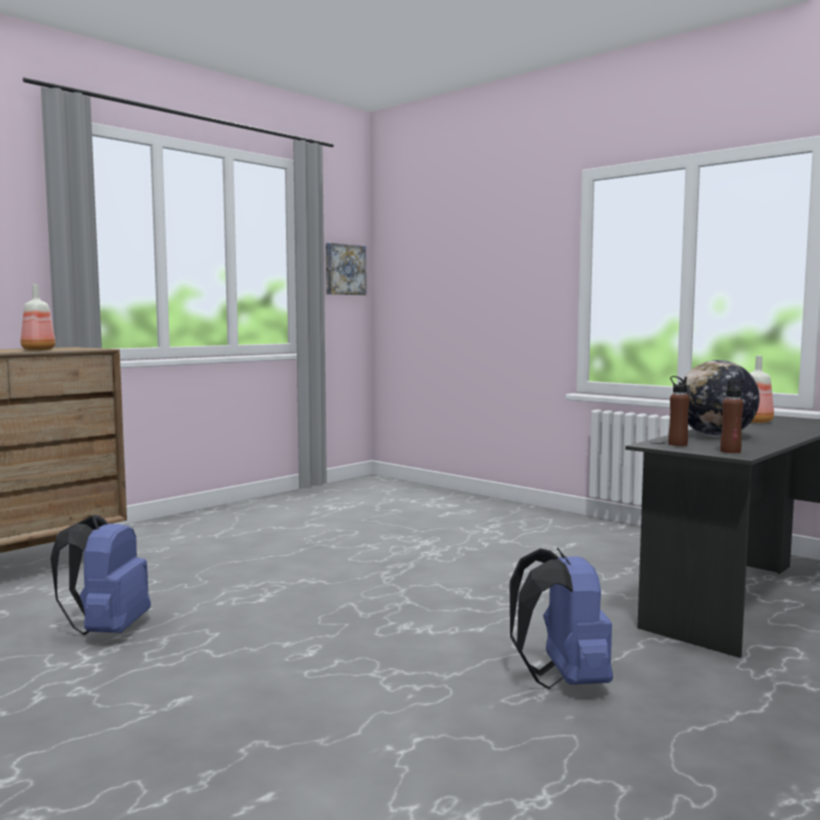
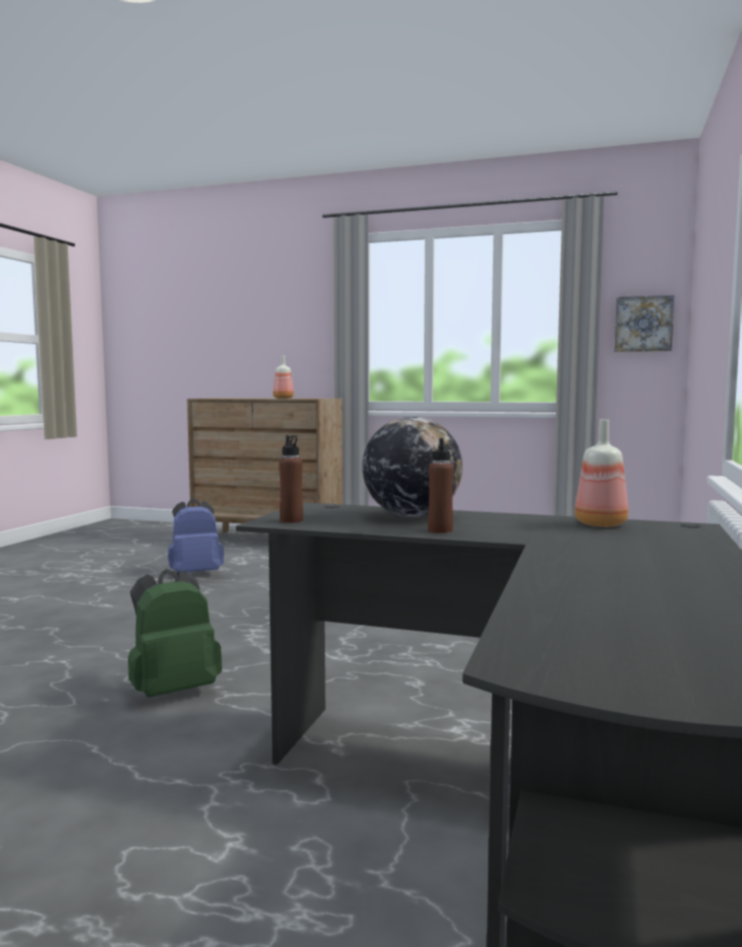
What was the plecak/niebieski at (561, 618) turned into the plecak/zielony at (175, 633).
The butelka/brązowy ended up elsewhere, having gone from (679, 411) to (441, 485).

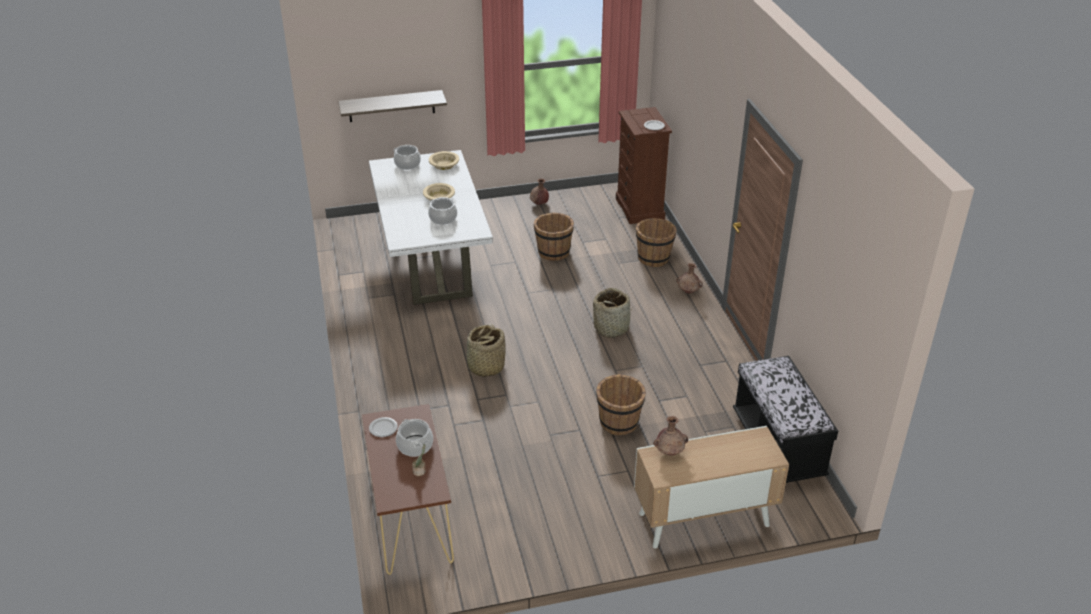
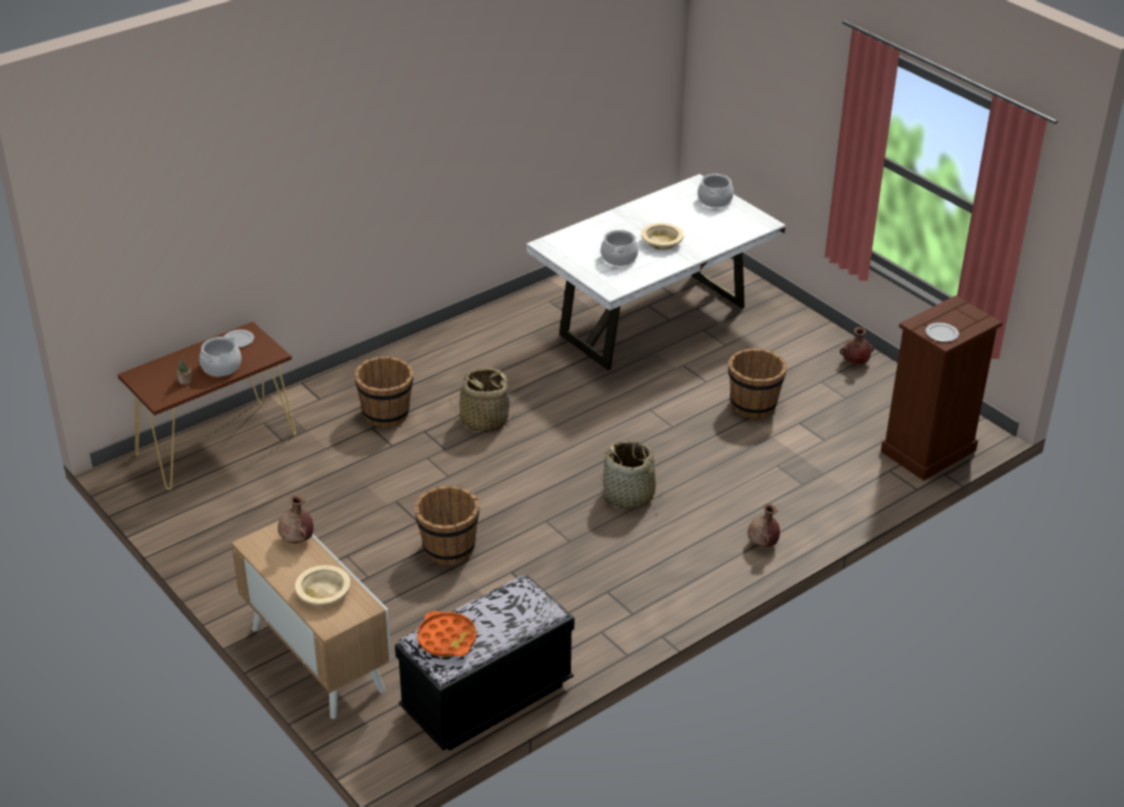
The miska/beżowy ended up elsewhere, having gone from (444, 160) to (323, 585).
The wiadro/brązowy ended up elsewhere, having gone from (656, 242) to (384, 391).
The second view gained the taca/pomarańczowy at (447, 634).
The second view lost the półka at (392, 106).

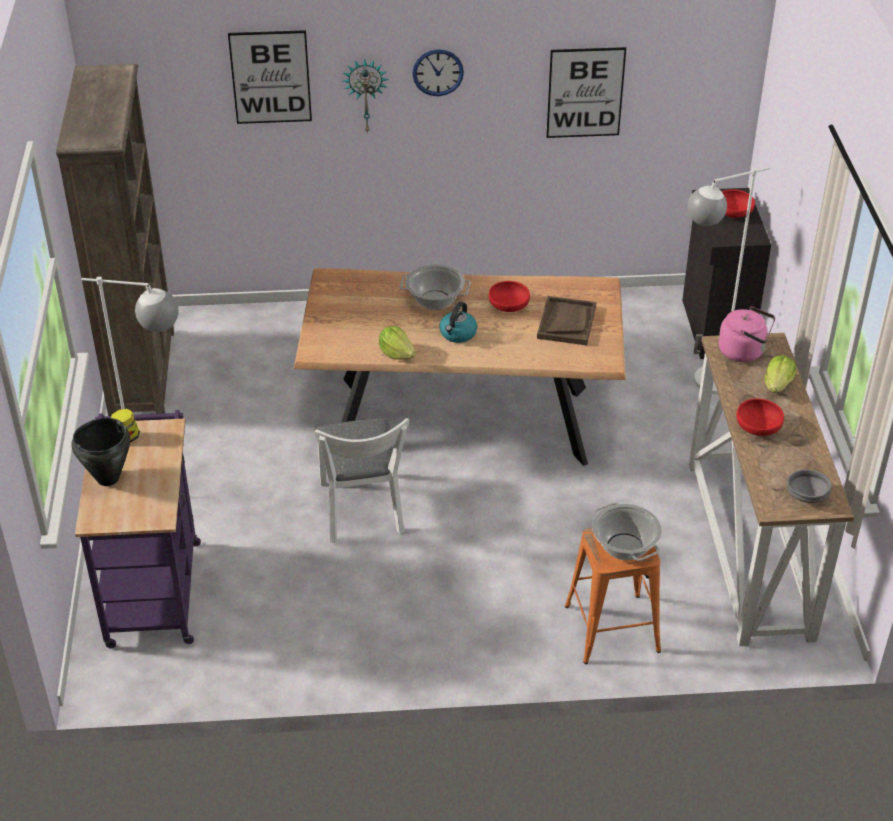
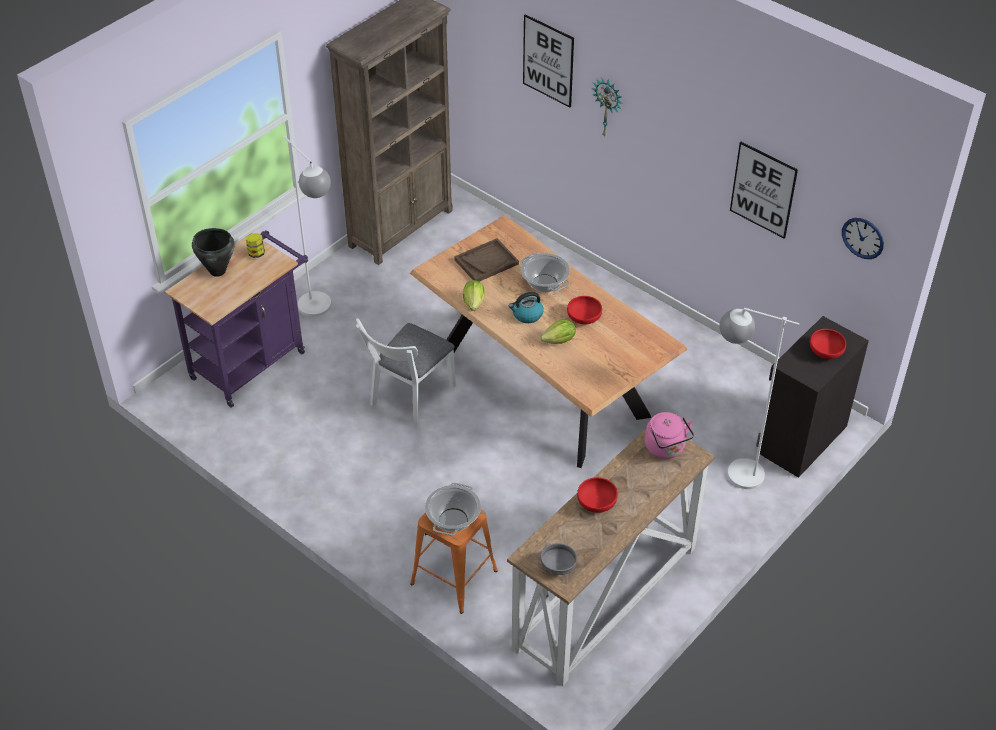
The taca/brązowy ended up elsewhere, having gone from (566, 320) to (486, 260).
The sałata ended up elsewhere, having gone from (780, 374) to (558, 331).
The zegar ścienny ended up elsewhere, having gone from (438, 72) to (863, 238).

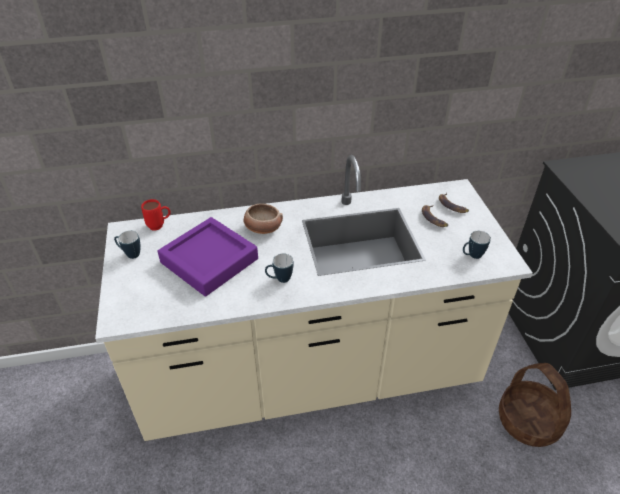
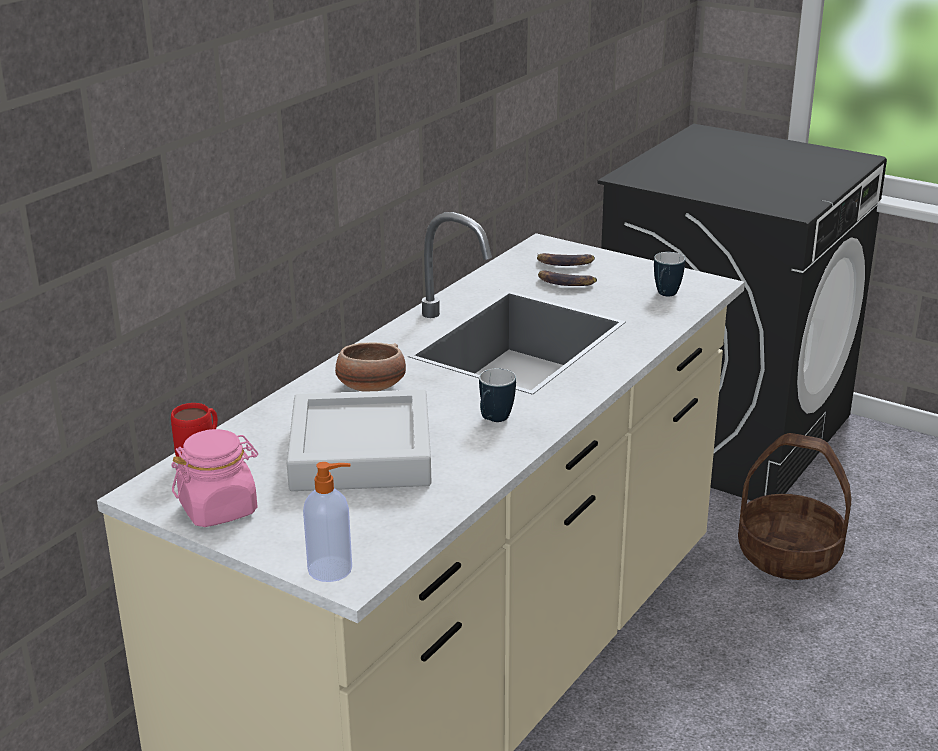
Where the kubek stood at (127, 244), the słoik/różowy came to stand at (214, 478).
What was the taca/fioletowy at (207, 257) turned into the taca/szary at (359, 440).
The second view gained the dozownik mydła at (327, 522).

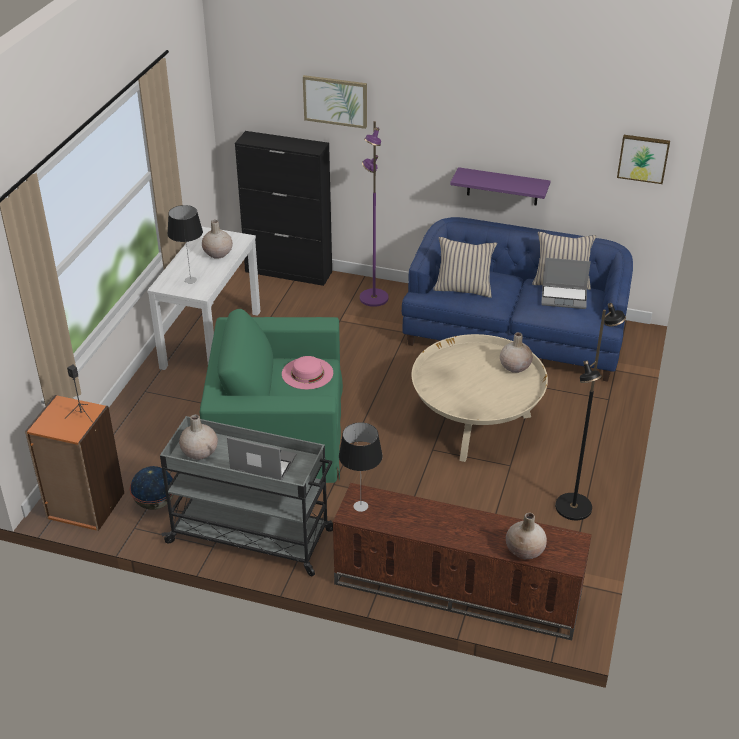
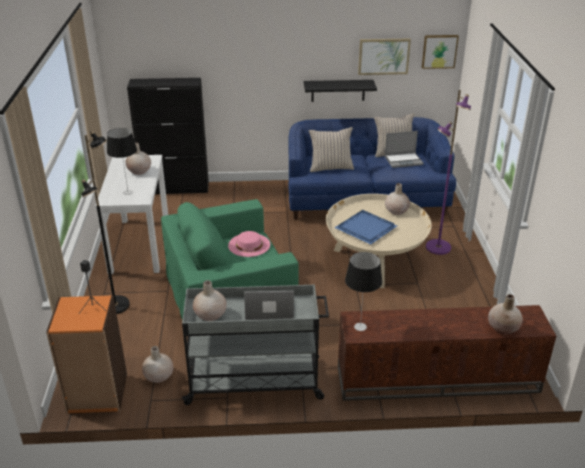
The lampa stojąca/czarny ended up elsewhere, having gone from (590, 411) to (105, 222).
Where the globus stood at (151, 488), the wazon/beżowy came to stand at (157, 364).
What was the półka/fioletowy at (500, 186) turned into the półka/czarny at (340, 91).
The second view gained the taca/niebieski at (366, 227).
The obraz ended up elsewhere, having gone from (335, 102) to (384, 56).
The lampa stojąca/fioletowy ended up elsewhere, having gone from (374, 214) to (448, 172).

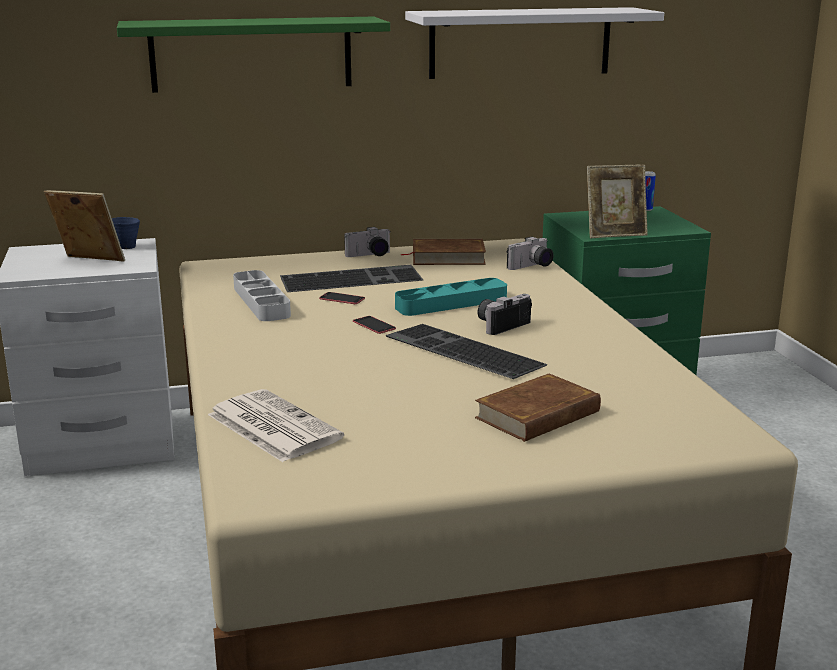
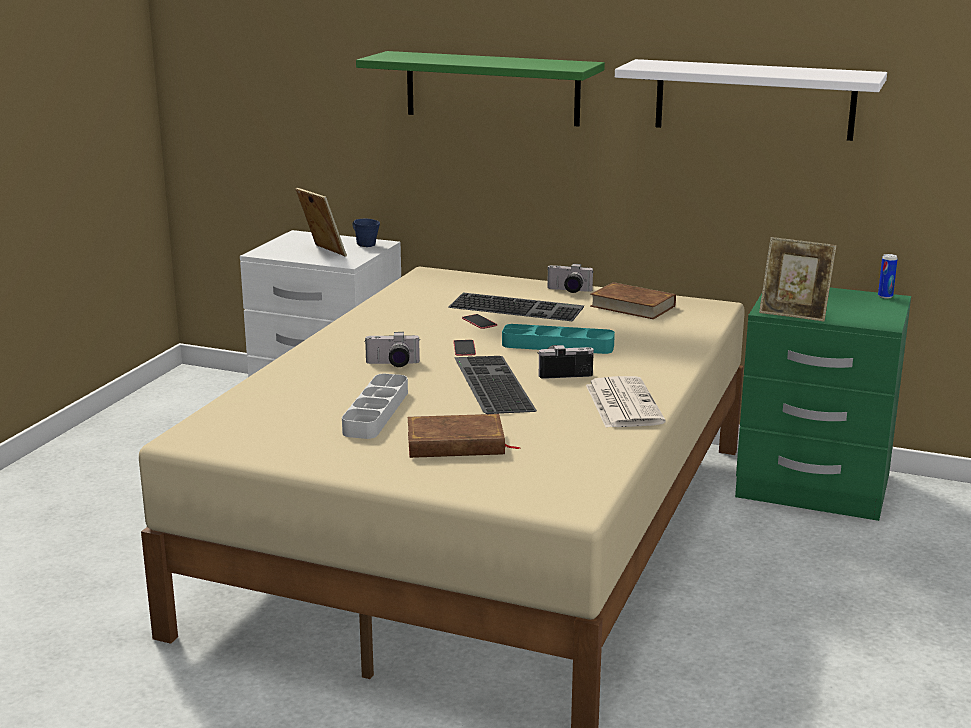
The taca/szary ended up elsewhere, having gone from (262, 295) to (375, 406).
The aparat fotograficzny ended up elsewhere, having gone from (530, 253) to (392, 349).
The gazeta ended up elsewhere, having gone from (276, 425) to (626, 402).

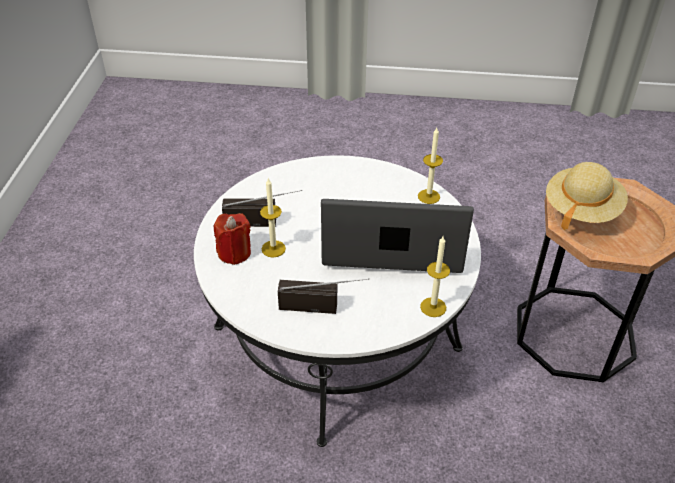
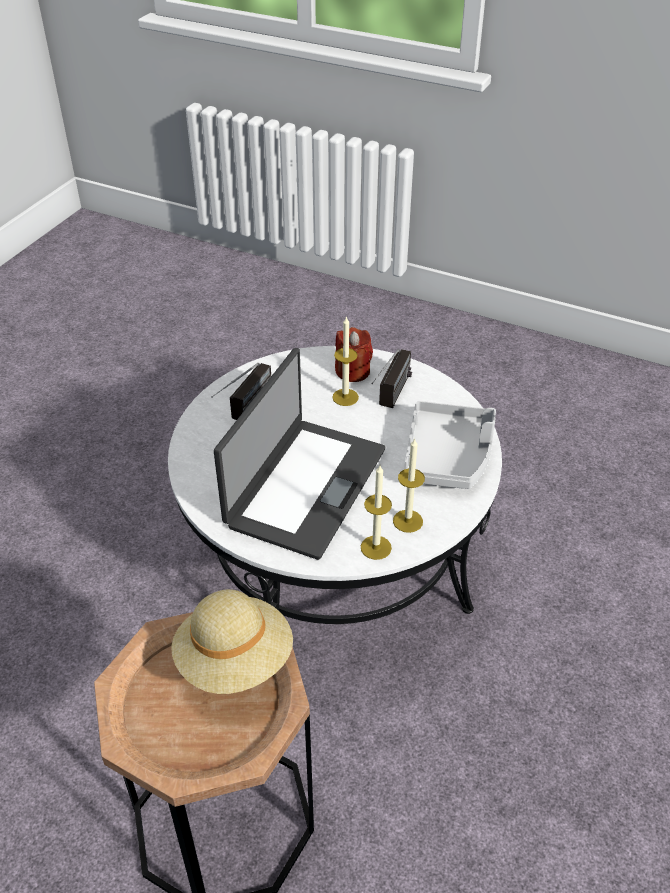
The świeca ended up elsewhere, having gone from (435, 276) to (409, 485).
The second view gained the taca/szary at (450, 445).

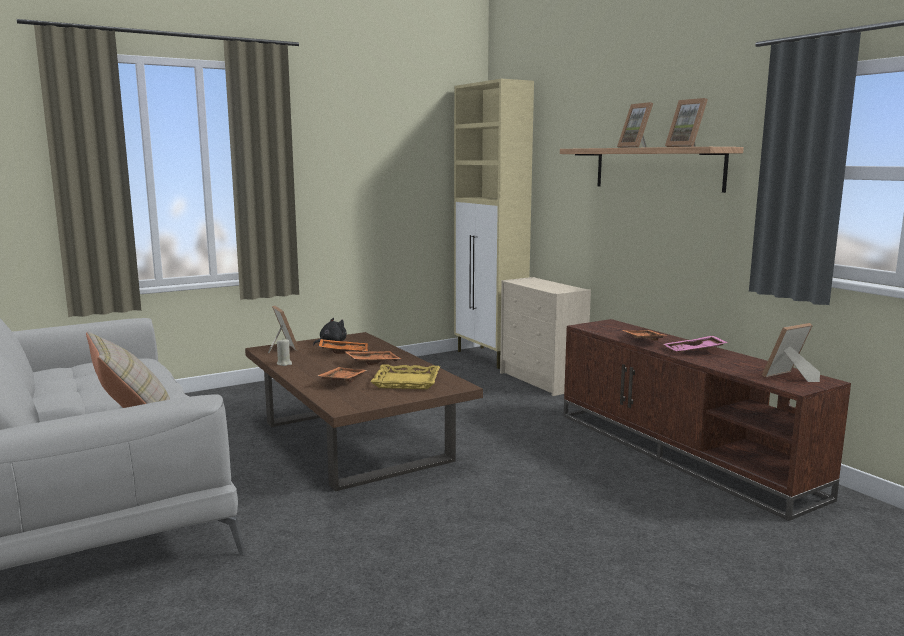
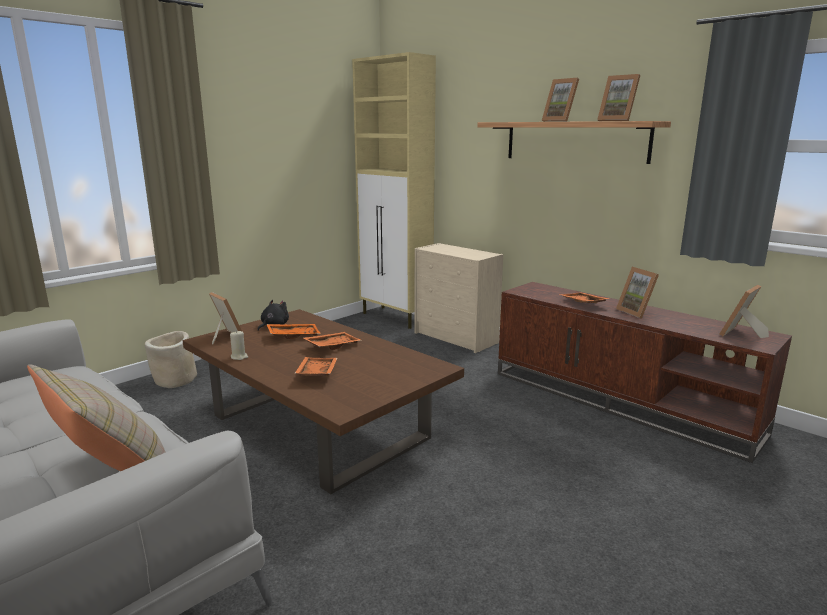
The second view gained the donica/beżowy at (170, 359).
Where the taca/różowy stood at (695, 343), the ramka na zdjęcie came to stand at (637, 293).
The second view lost the taca/żółty at (405, 376).

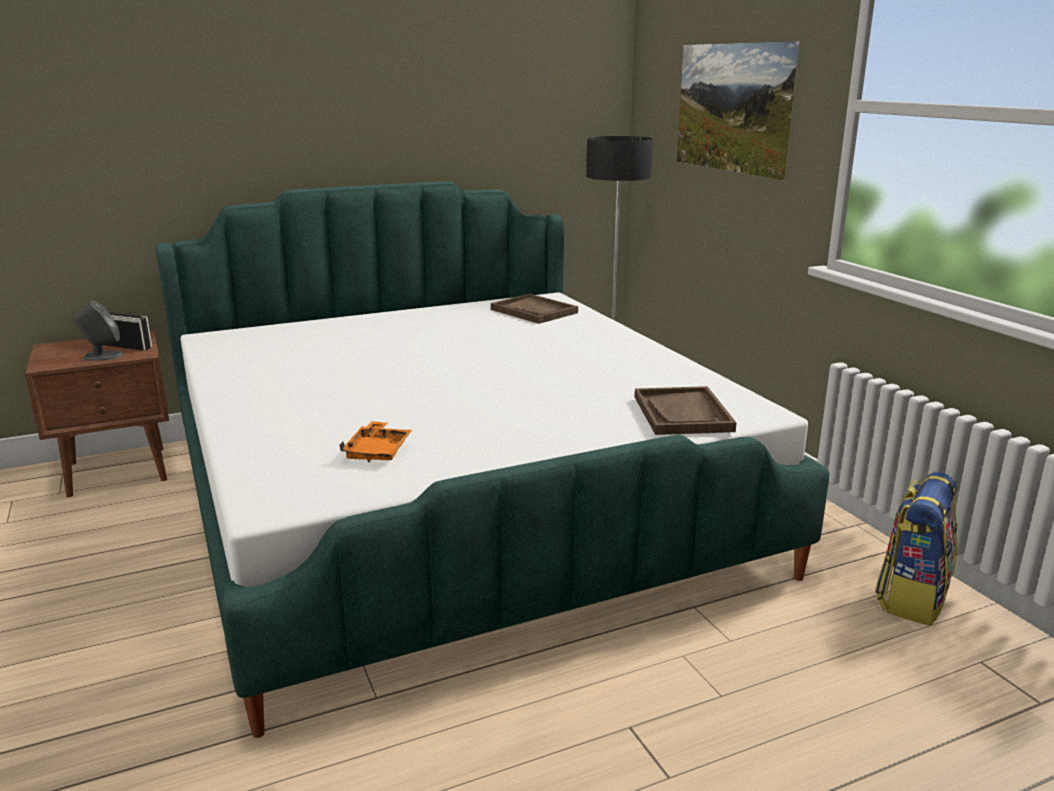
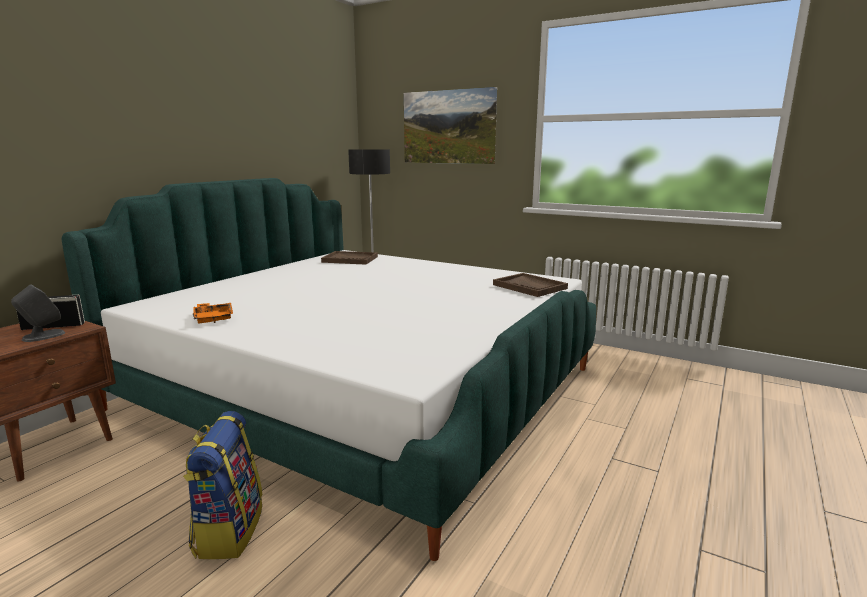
The plecak ended up elsewhere, having gone from (916, 549) to (222, 485).
The taca/pomarańczowy ended up elsewhere, having gone from (375, 441) to (213, 313).

